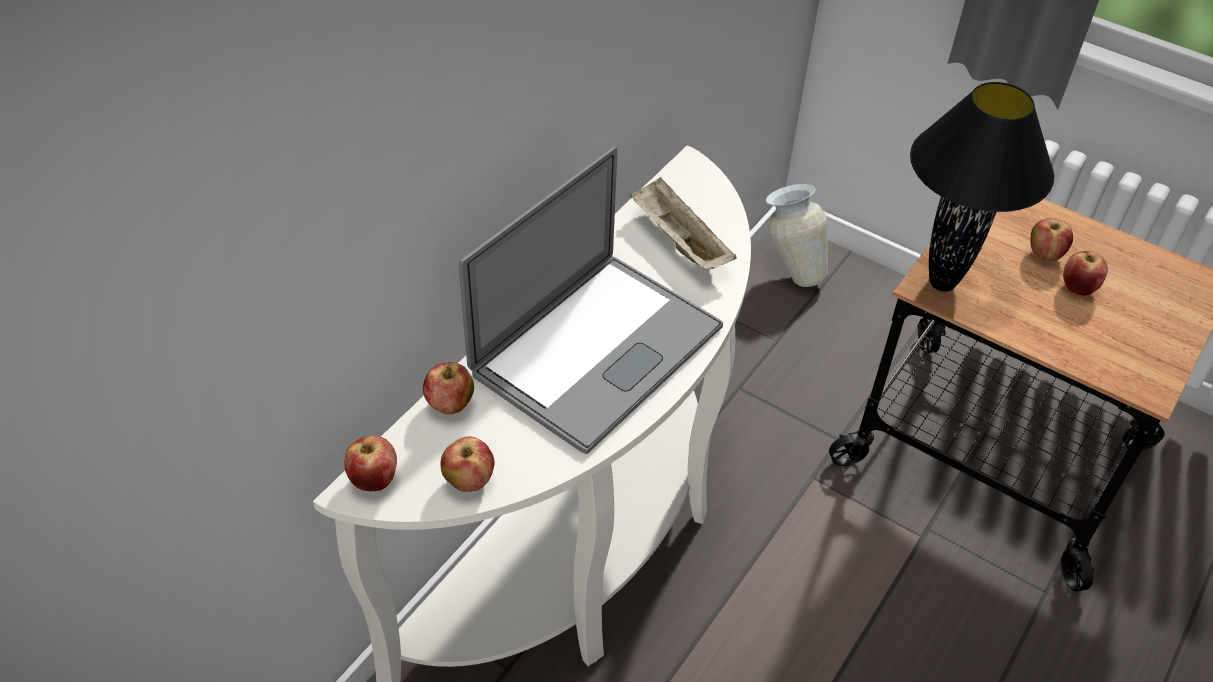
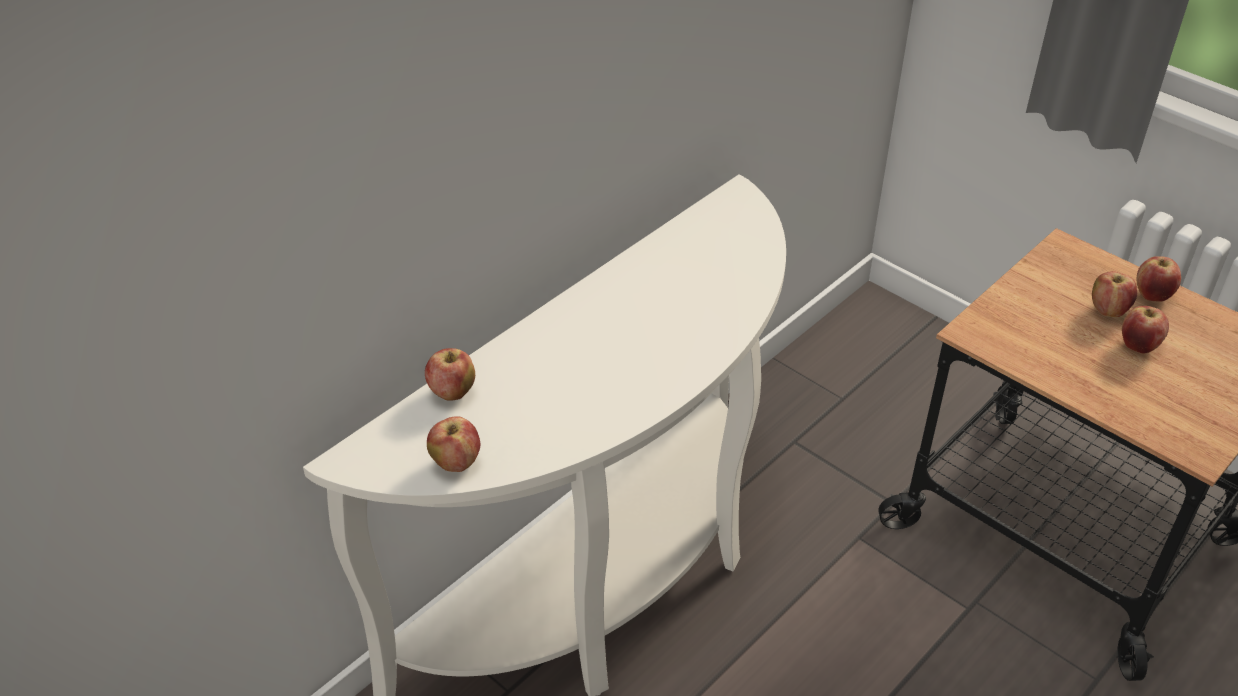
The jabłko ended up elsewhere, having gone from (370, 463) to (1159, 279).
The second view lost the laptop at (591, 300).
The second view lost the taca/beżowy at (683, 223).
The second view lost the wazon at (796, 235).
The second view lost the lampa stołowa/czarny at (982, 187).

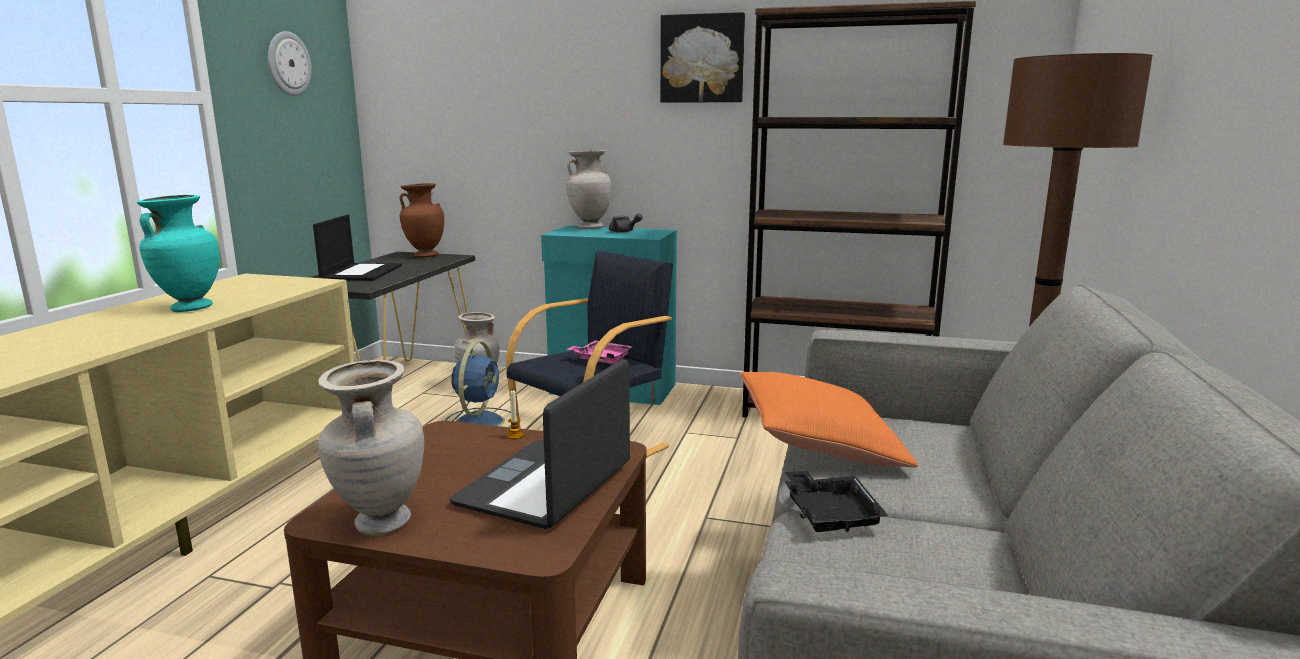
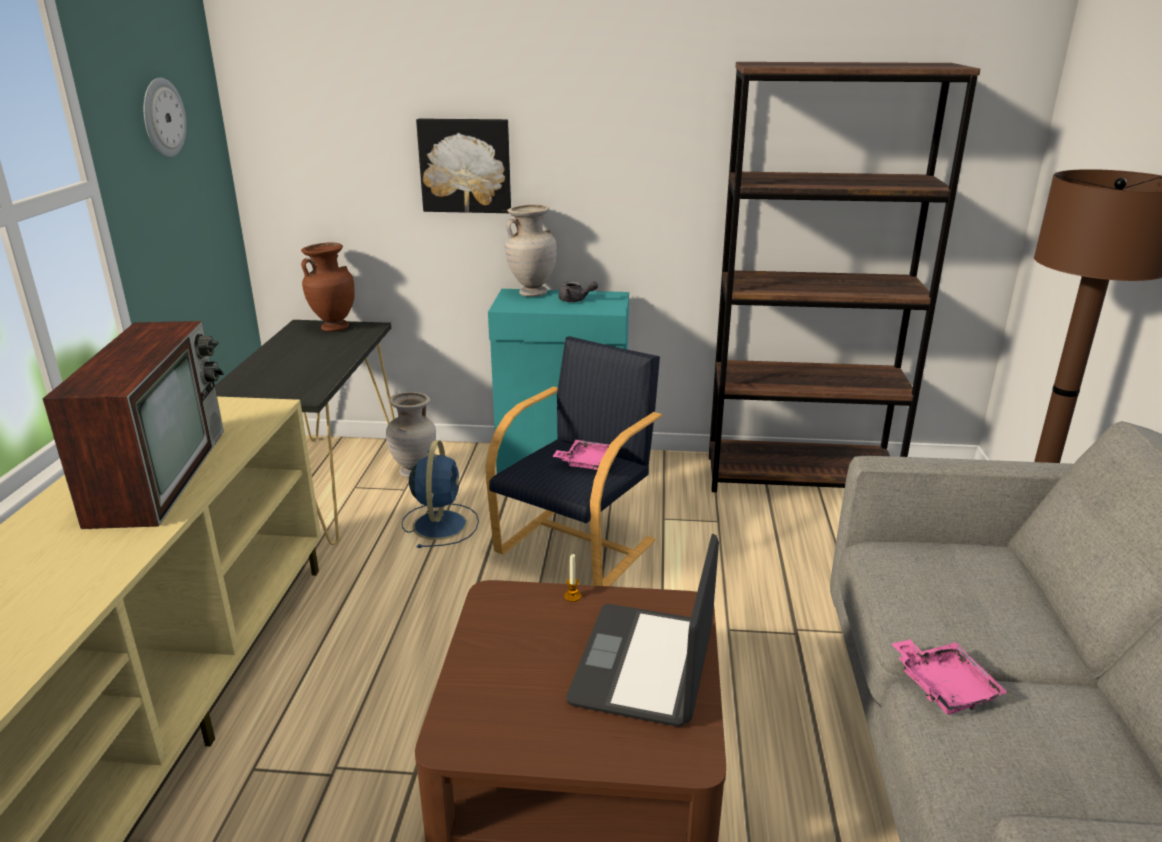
Where the wazon/turkusowy stood at (178, 253), the telewizor came to stand at (133, 425).
The obraz ended up elsewhere, having gone from (702, 57) to (463, 165).
What was the taca/czarny at (836, 501) turned into the taca/różowy at (949, 677).
The second view lost the laptop at (357, 248).
The second view lost the wazon/beżowy at (371, 448).
The second view lost the poduszka/pomarańczowy at (829, 419).

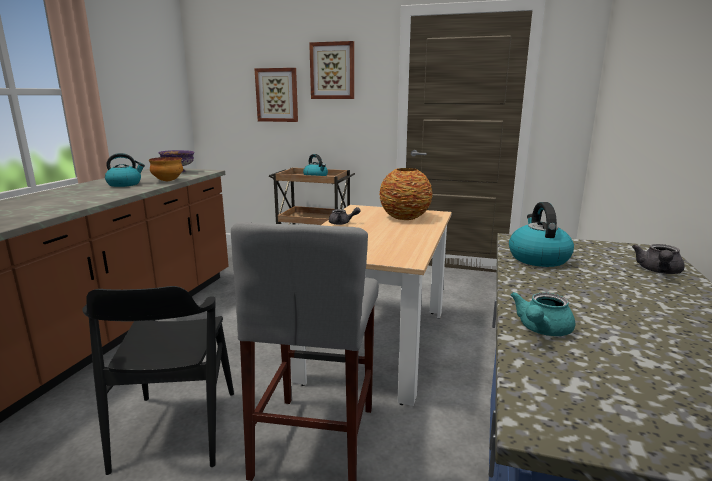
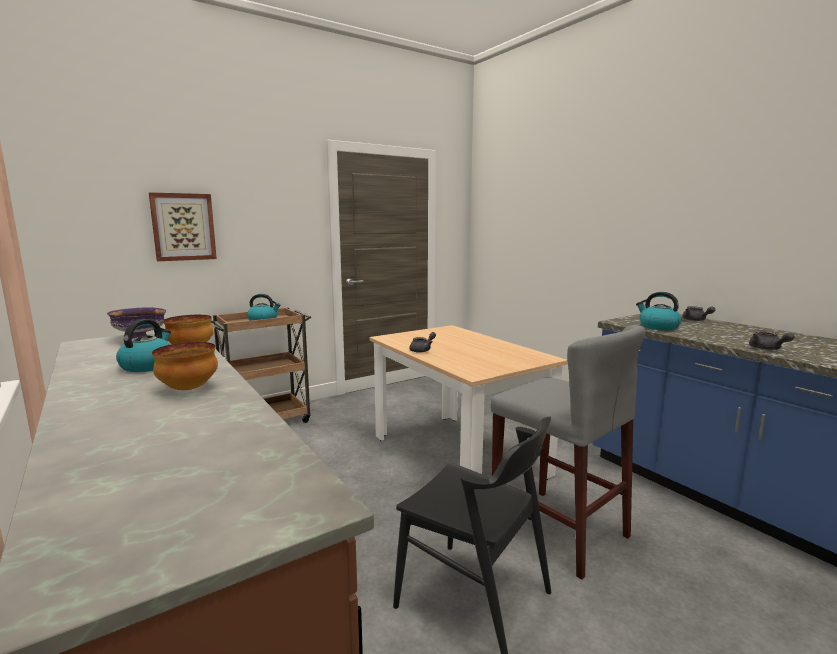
The second view gained the miska at (185, 366).
What was the imbryk/turkusowy at (543, 314) turned into the imbryk/szary at (771, 340).
The second view lost the obraz at (331, 70).
The second view lost the wazon at (405, 194).

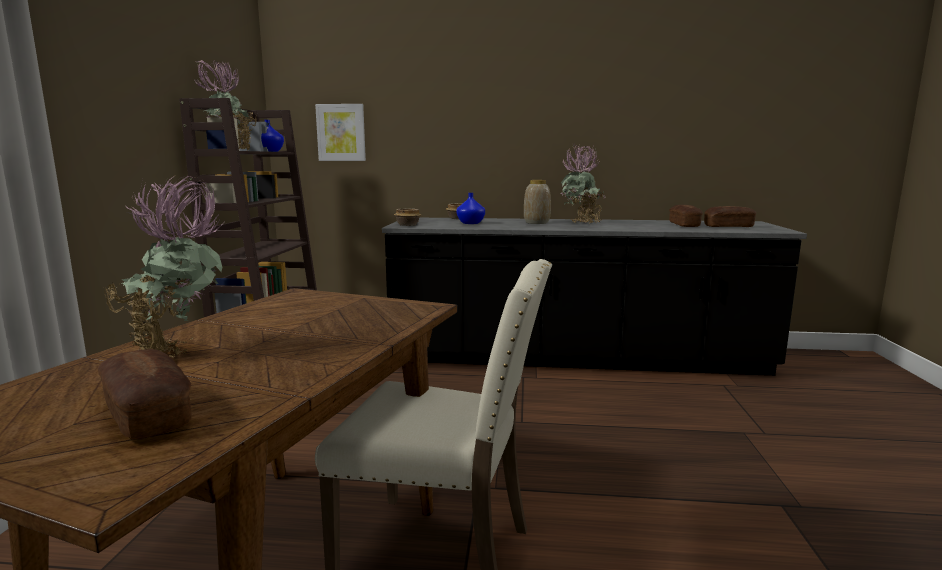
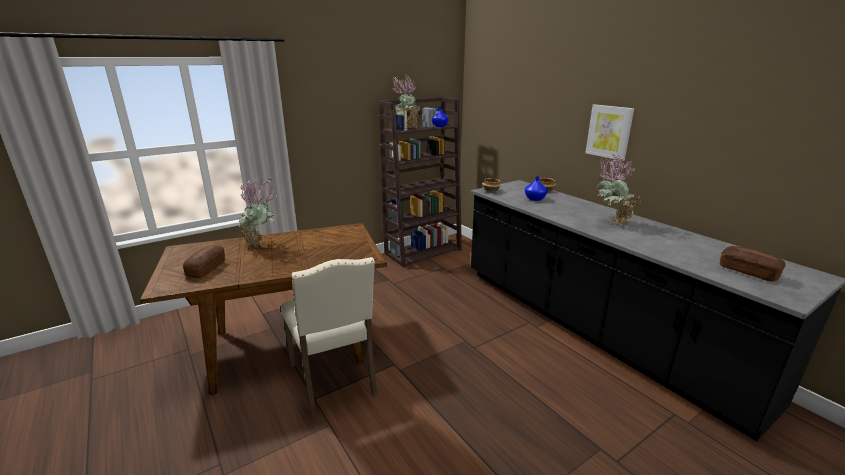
The obraz ended up elsewhere, having gone from (340, 132) to (610, 132).
The second view lost the wazon at (537, 202).
The second view lost the chleb at (686, 216).

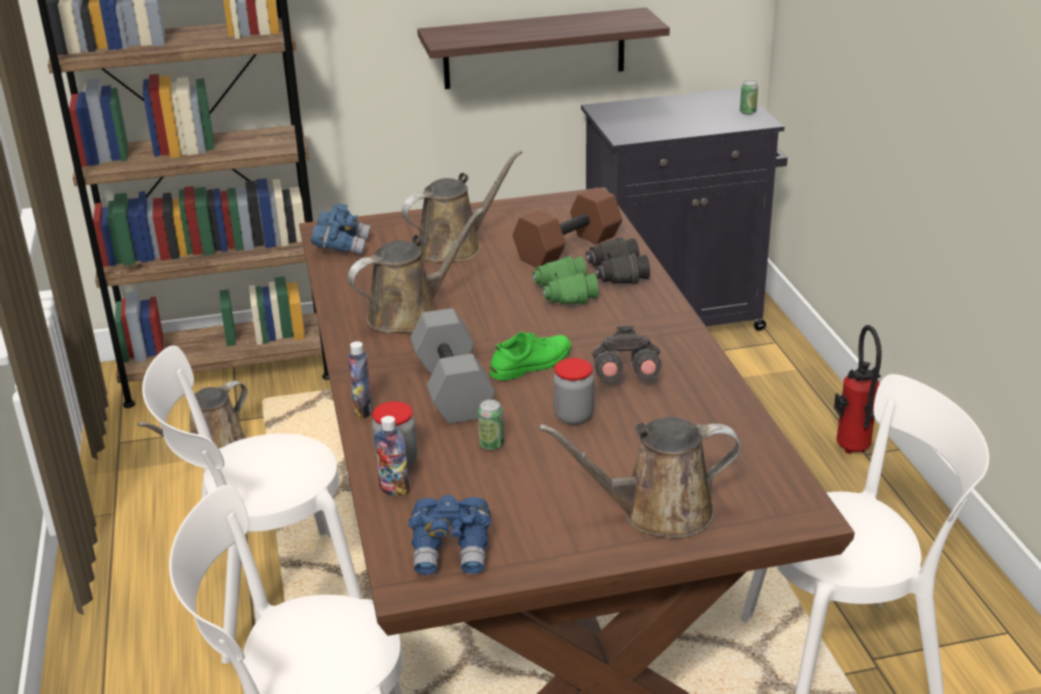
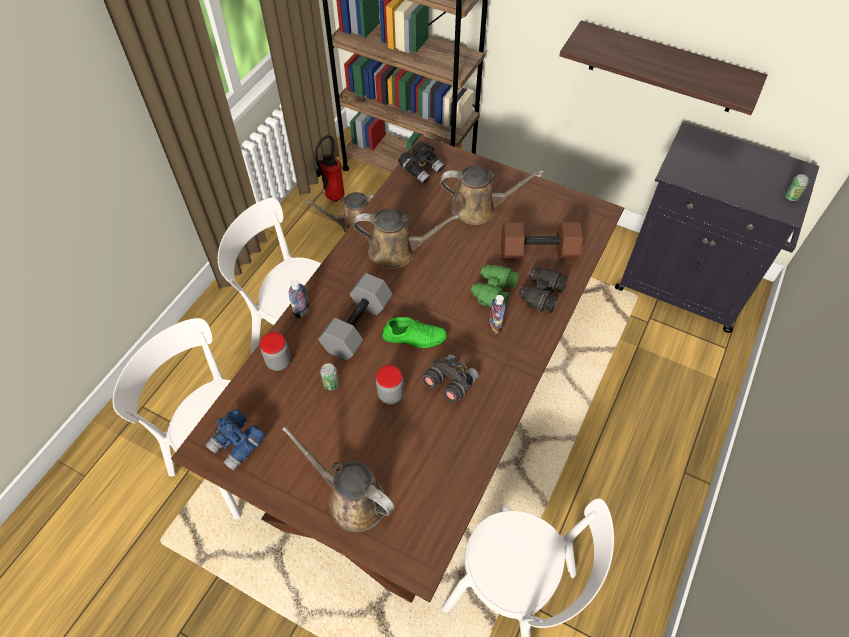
The gaśnica ended up elsewhere, having gone from (858, 389) to (330, 168).
What was the lornetka/niebieski at (341, 229) turned into the lornetka/czarny at (421, 162).
The butelka ended up elsewhere, having gone from (391, 456) to (497, 314).

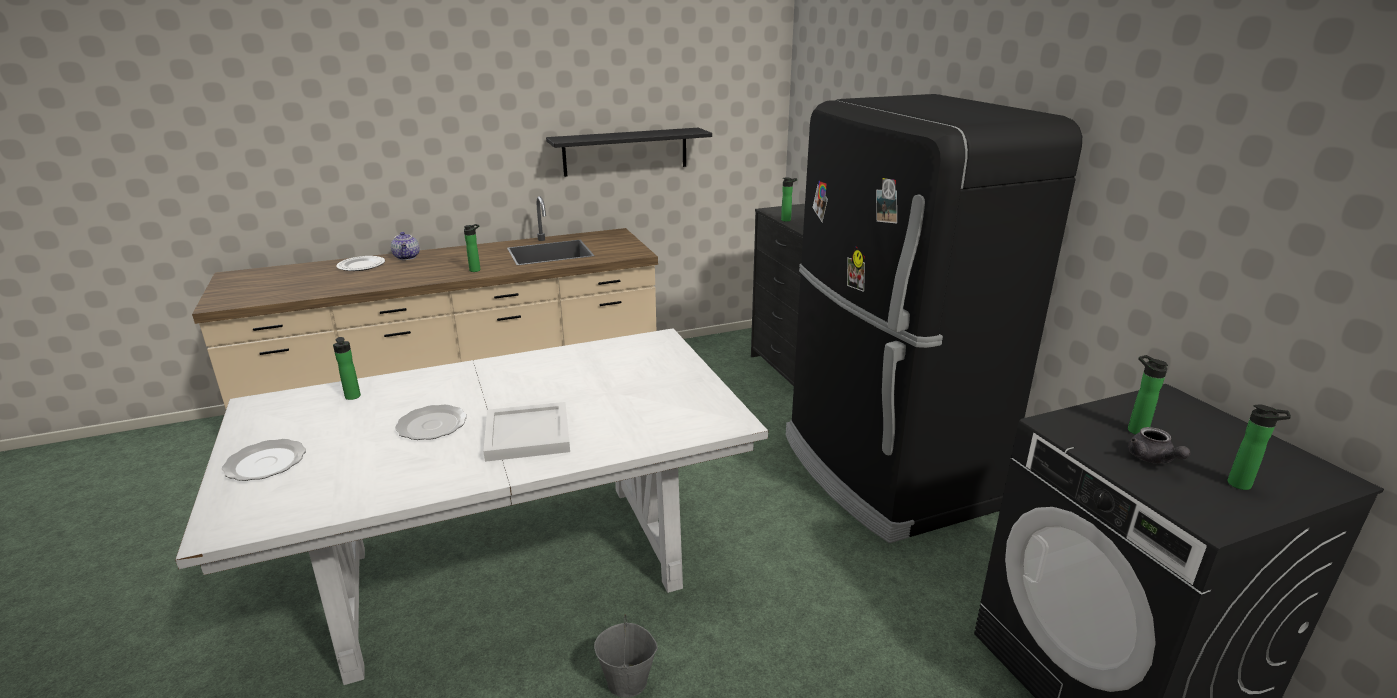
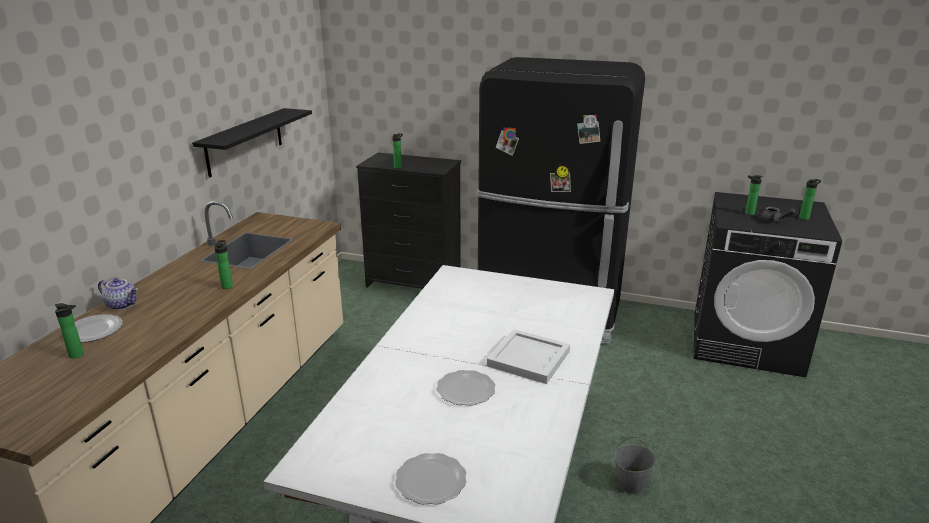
The butelka ended up elsewhere, having gone from (347, 368) to (69, 331).

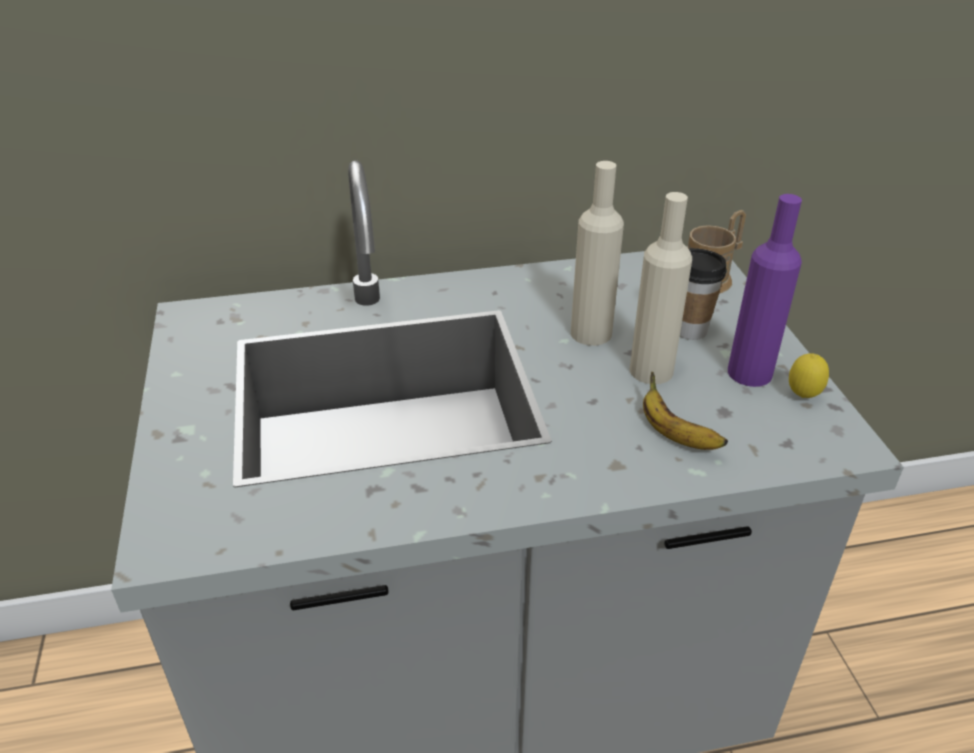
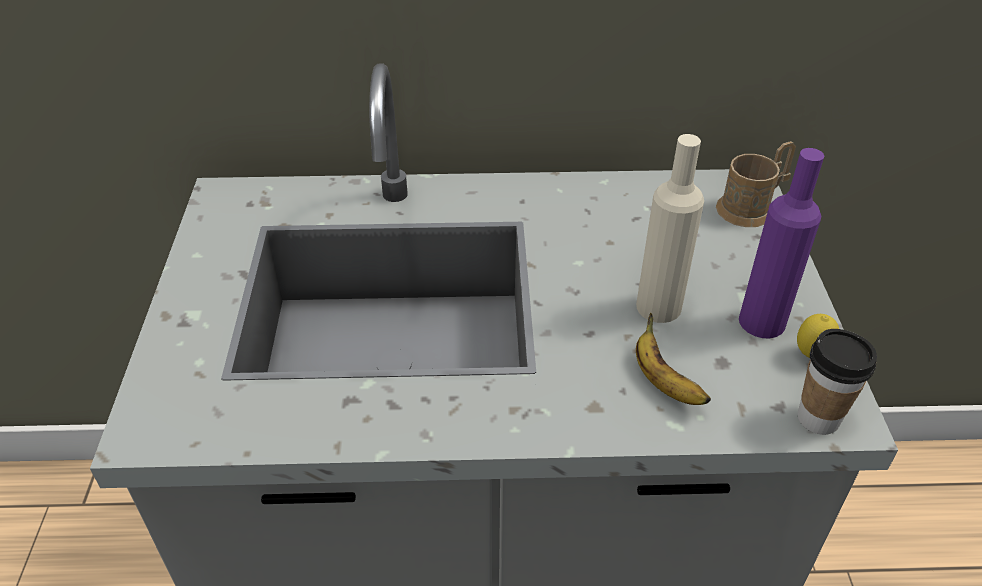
The filiżanka ended up elsewhere, having gone from (703, 294) to (837, 382).
The second view lost the butelka/beżowy at (597, 253).

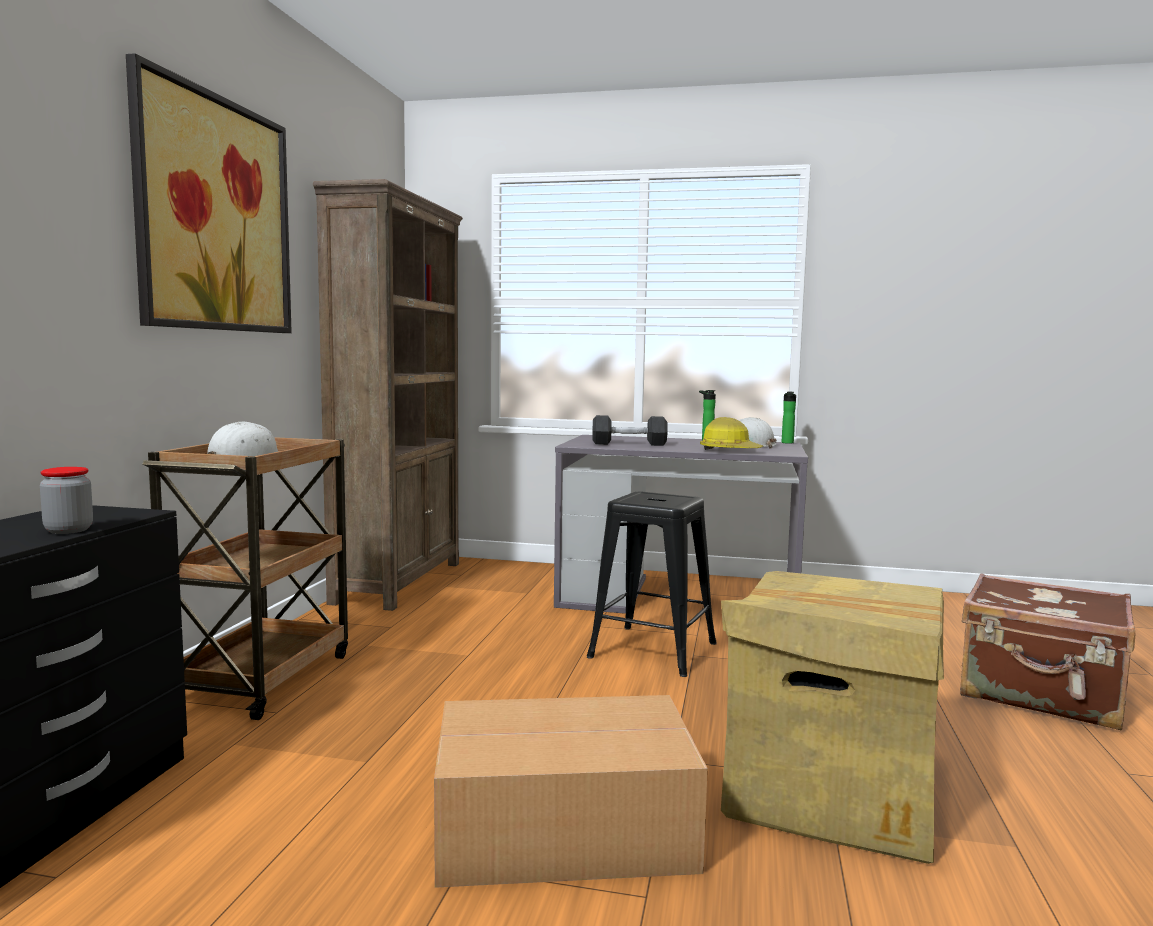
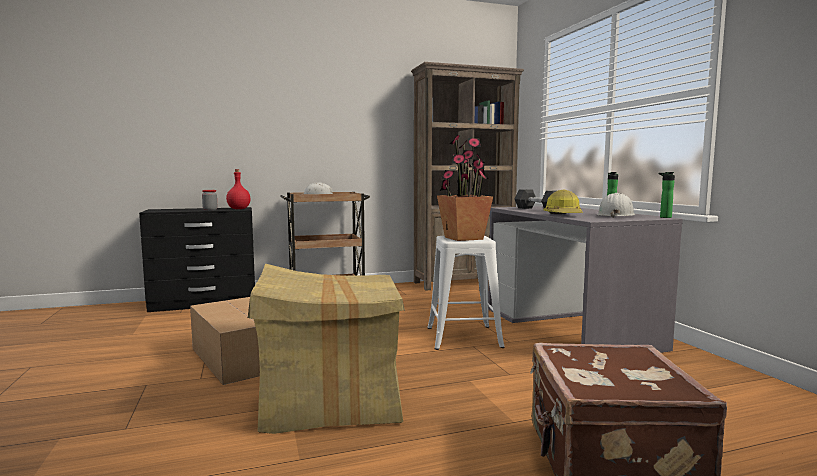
The second view gained the butelka/czerwony at (238, 189).
What was the stołek/czarny at (652, 584) turned into the stołek/biały at (466, 293).
The second view gained the roślina doniczkowa at (465, 188).
The second view lost the obraz at (209, 193).

